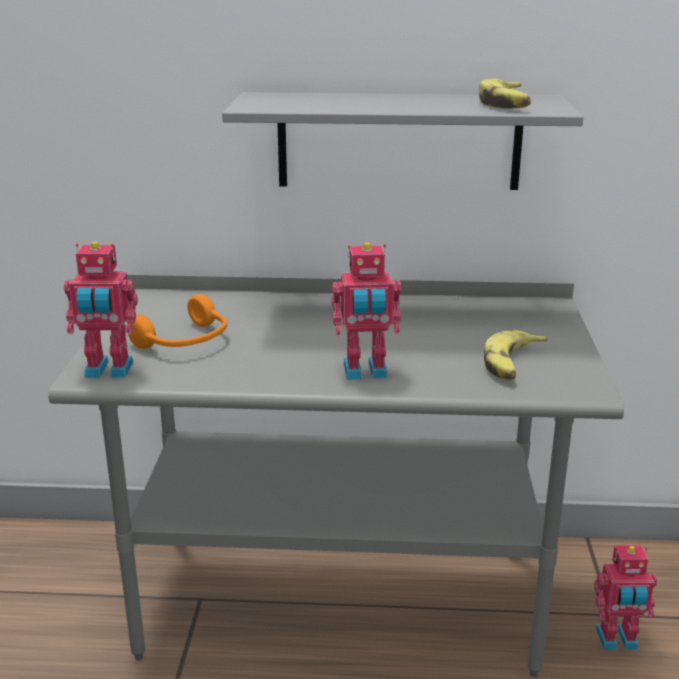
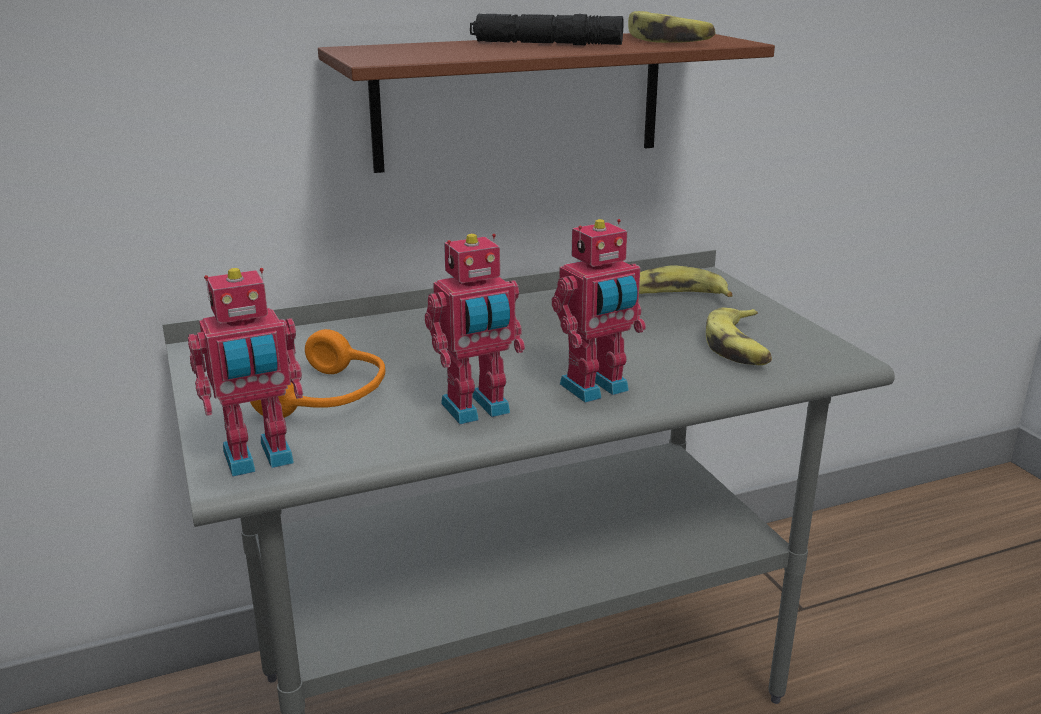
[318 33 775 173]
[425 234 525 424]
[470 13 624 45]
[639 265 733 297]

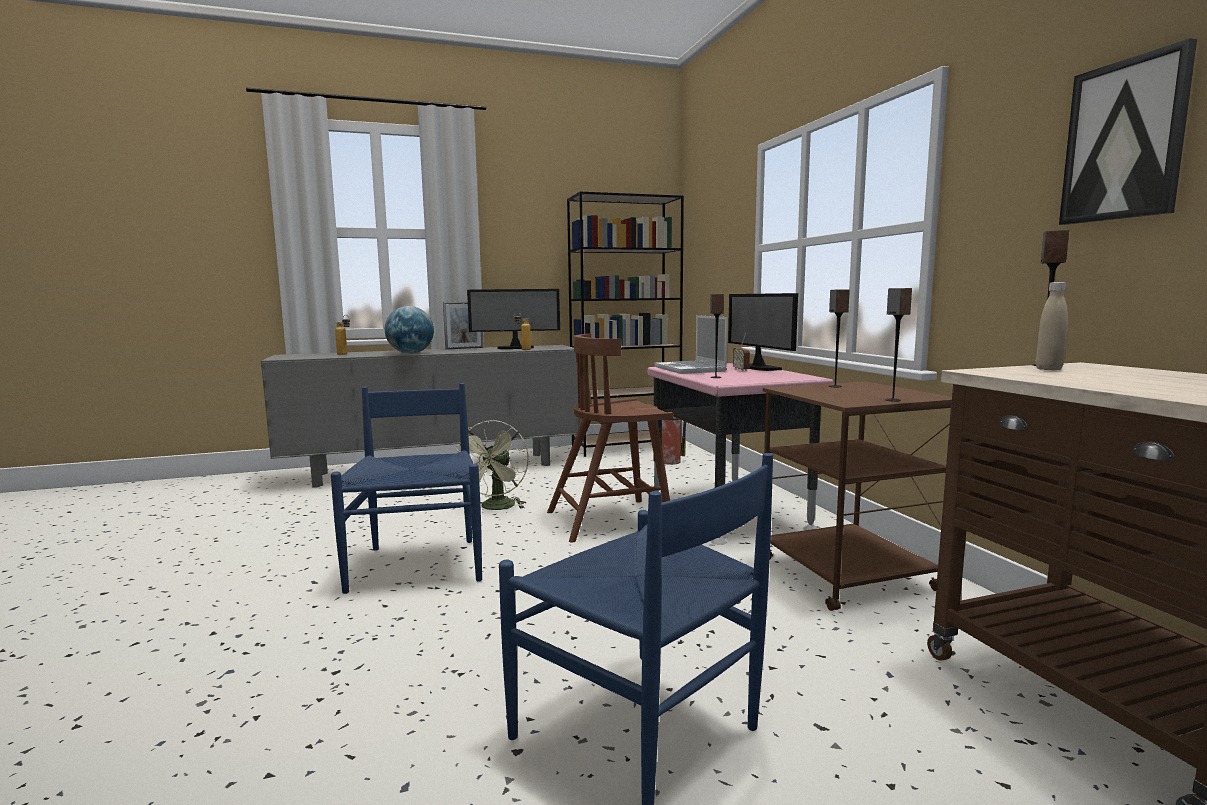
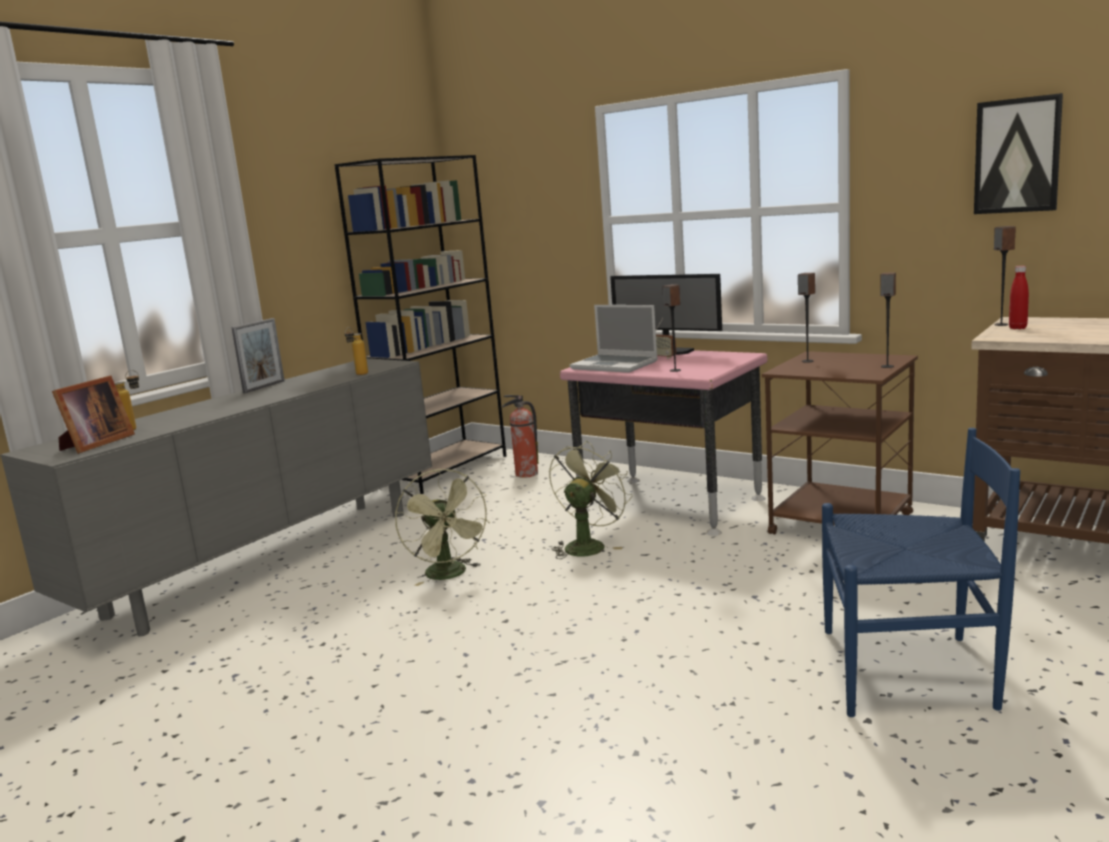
[331 383 482 594] (first image)
[385 306 434 354] (first image)
[467 289 560 349] (first image)
[549 441 633 559]
[1009 266 1029 329]
[52 375 135 454]

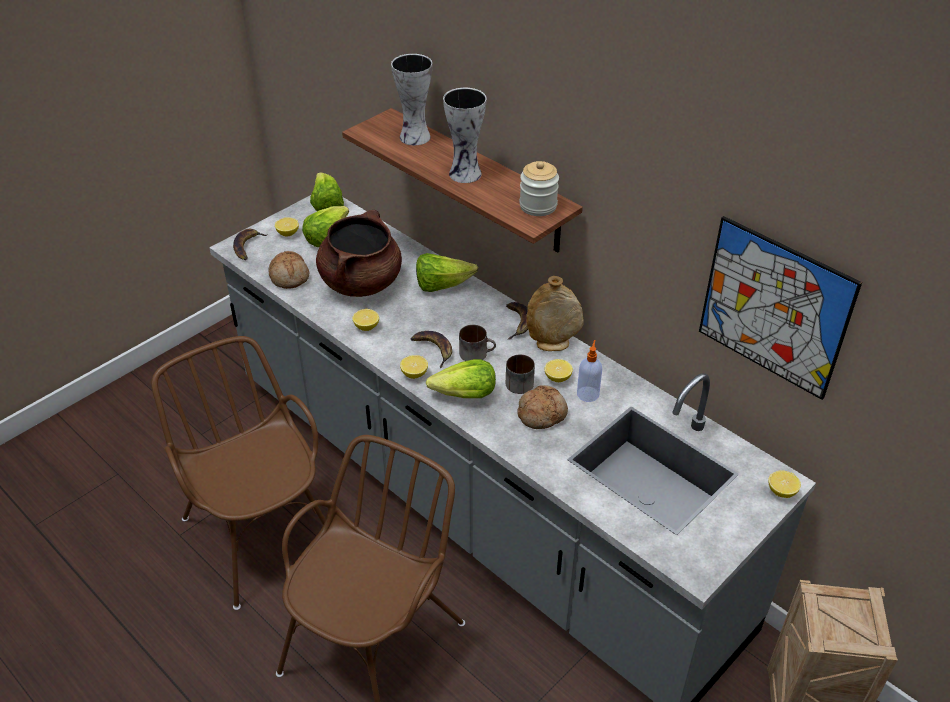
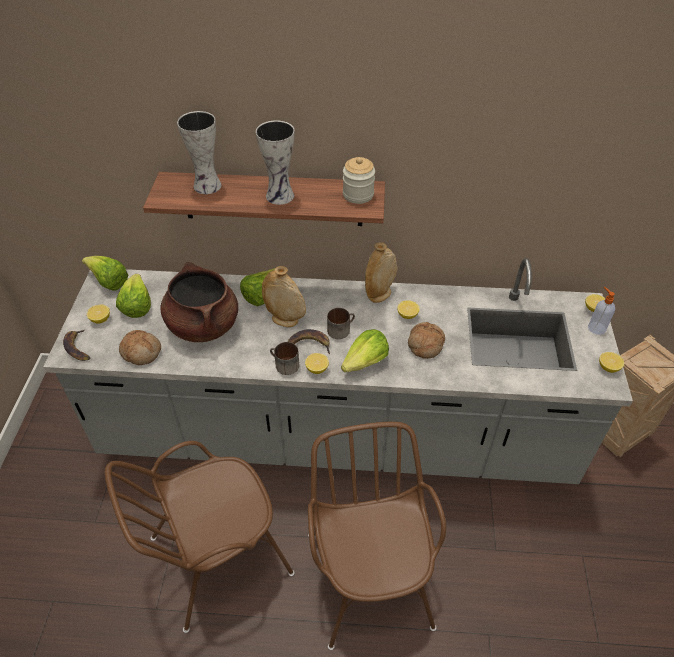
[105 441 295 633]
[599 352 624 373]
[506 302 528 340] (first image)
[270 342 299 375]
[588 287 615 335]
[699 216 862 400] (first image)
[262 266 306 327]

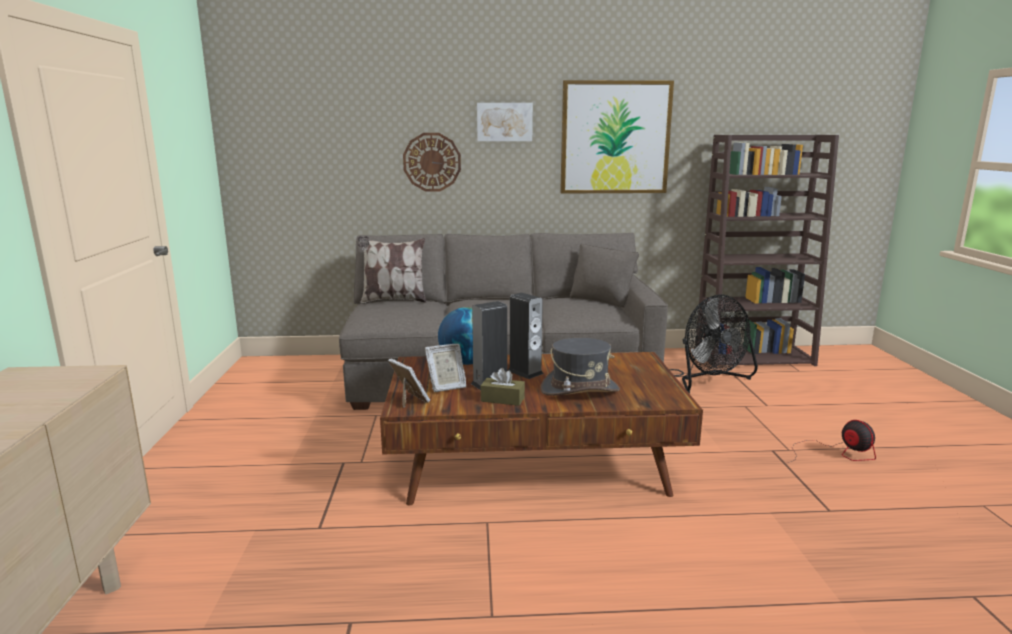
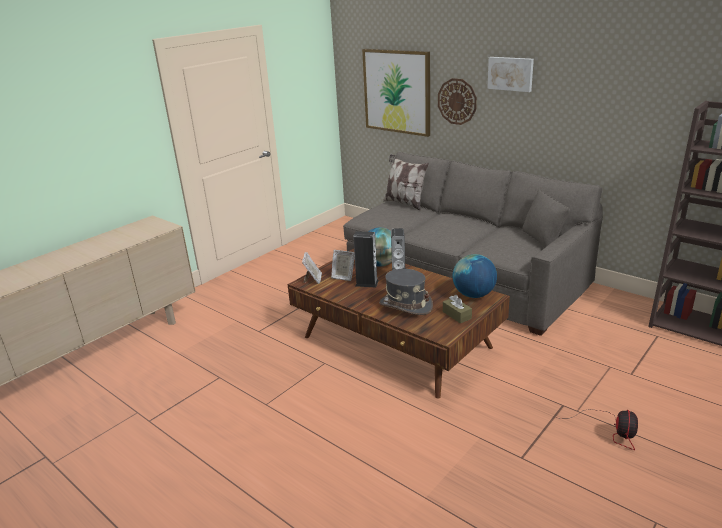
[443 295 472 323]
[362 49 430 137]
[669 294 758 394] (first image)
[452 254 497 298]

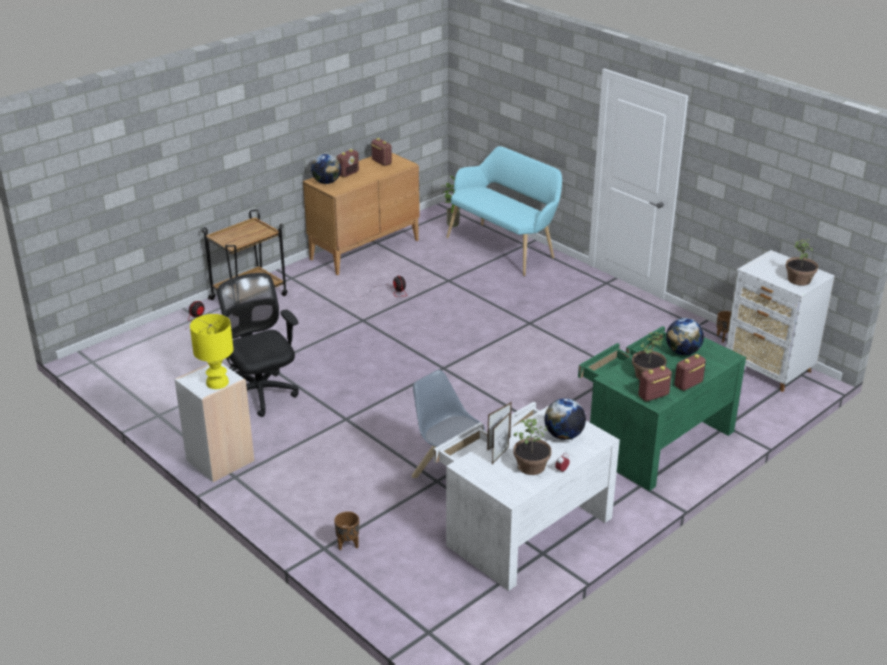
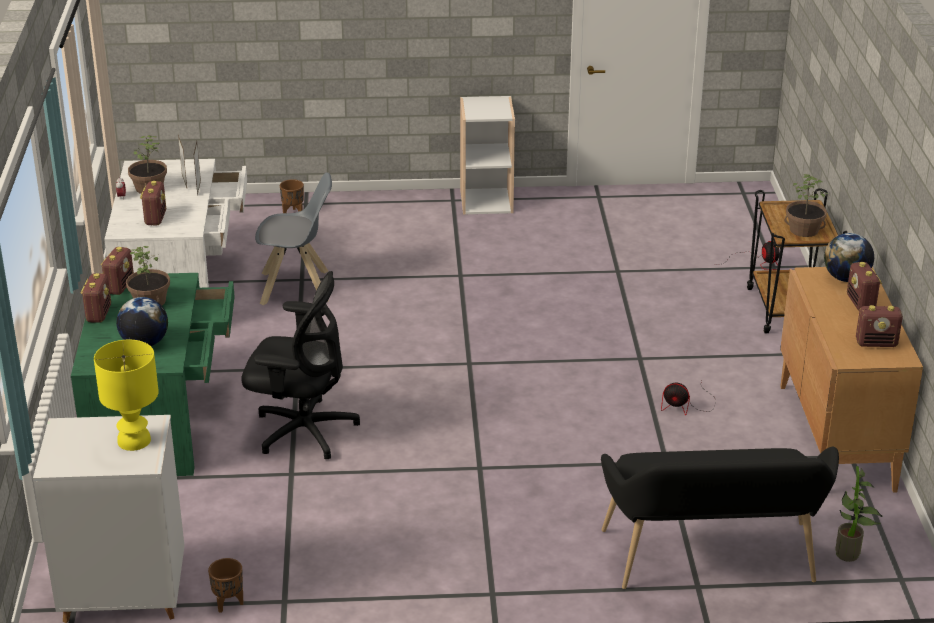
[94 340 159 451]
[241 271 360 459]
[601 447 839 589]
[140 181 166 225]
[785 174 828 237]

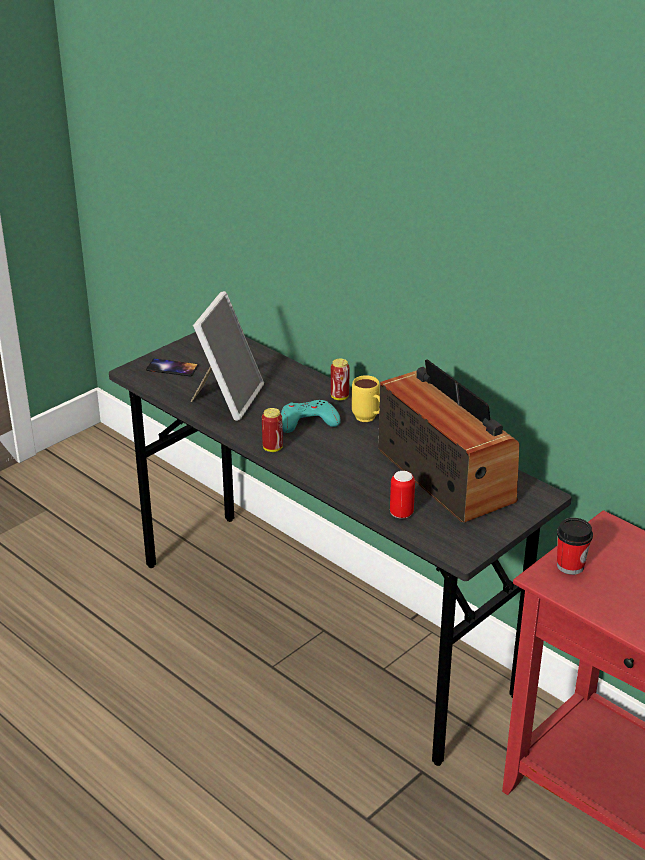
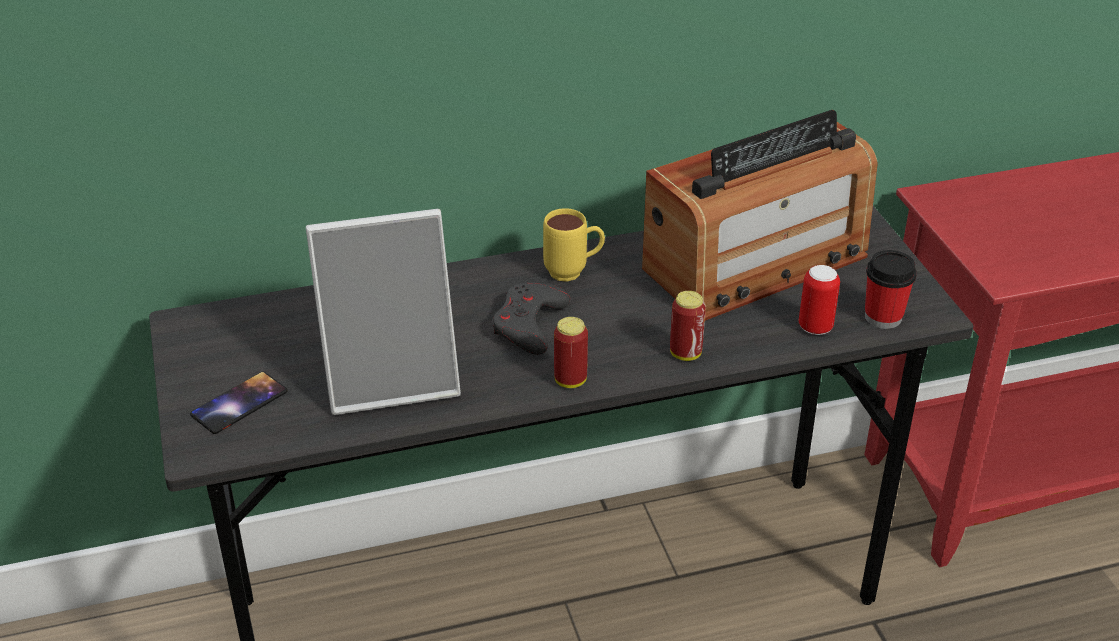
[306 209 461 415]
[492 283 570 355]
[670 291 706 361]
[642 110 878 320]
[865 250 917 329]

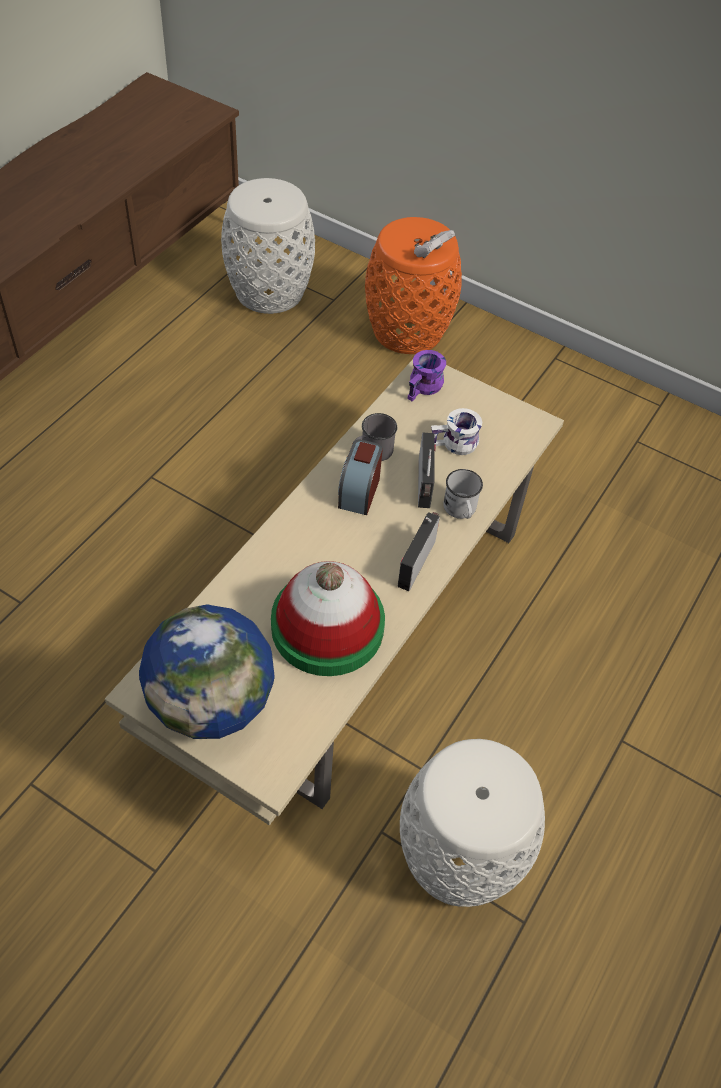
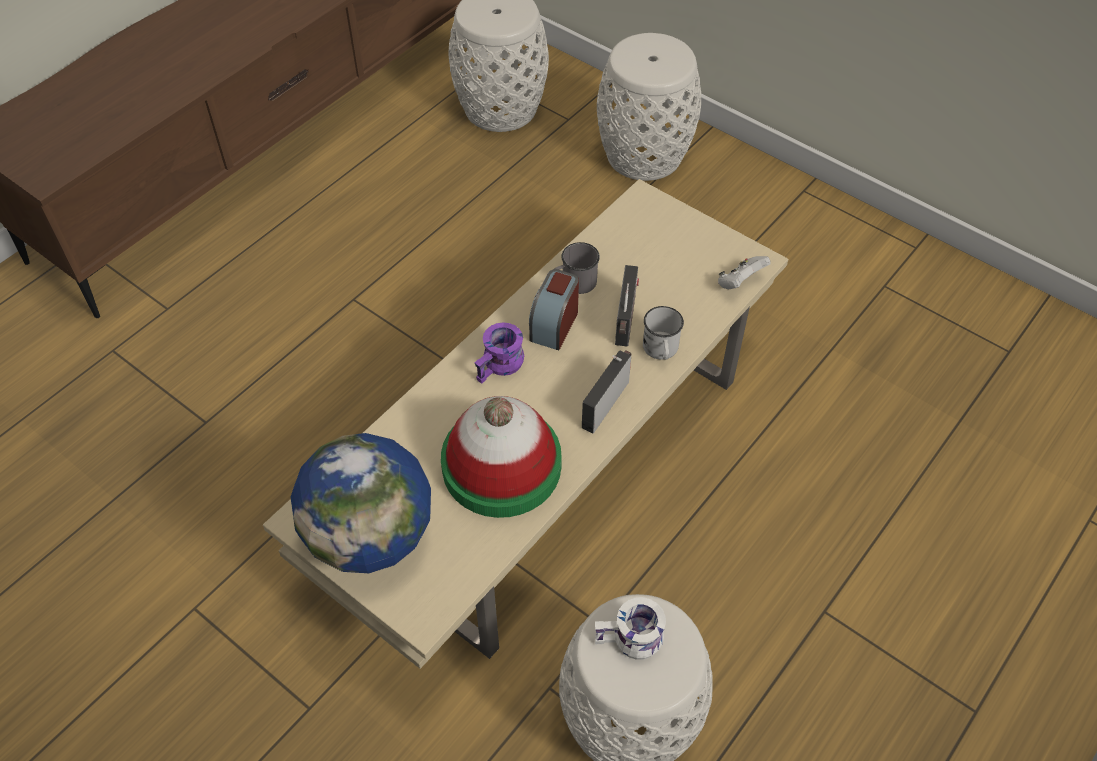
[597 33 701 181]
[475 322 524 384]
[718 256 771 289]
[595 597 666 660]

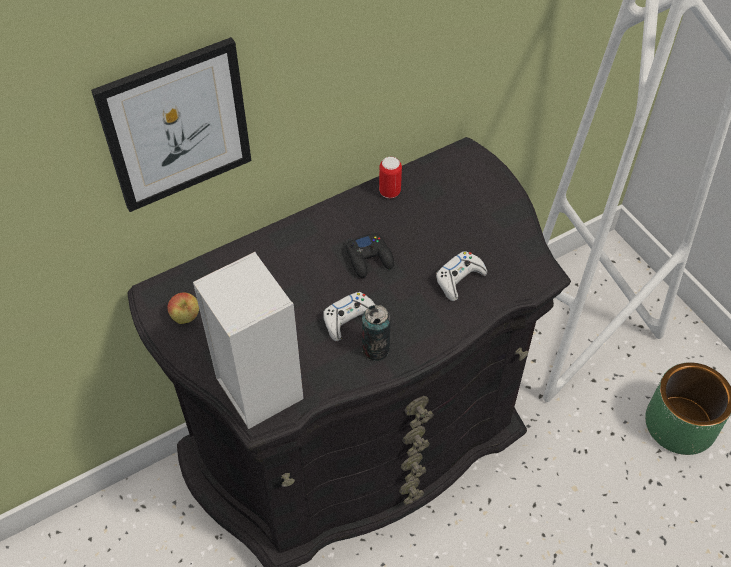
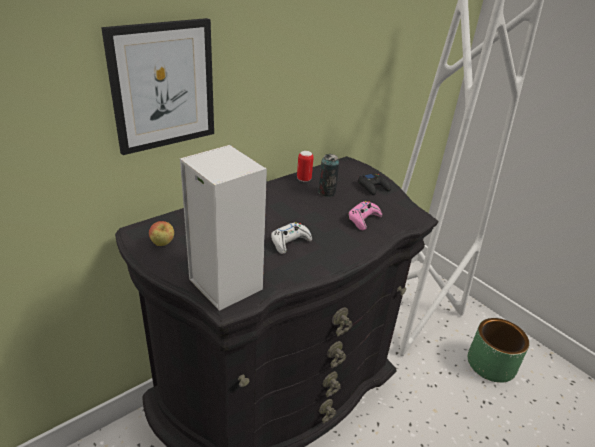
[358 173 391 195]
[318 154 339 197]
[347 201 382 230]

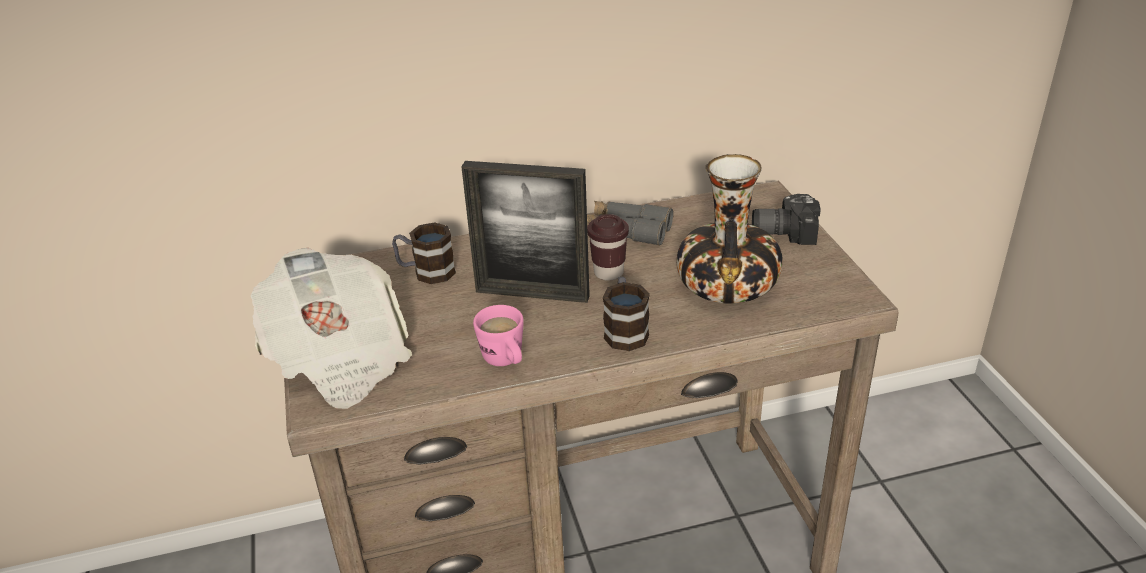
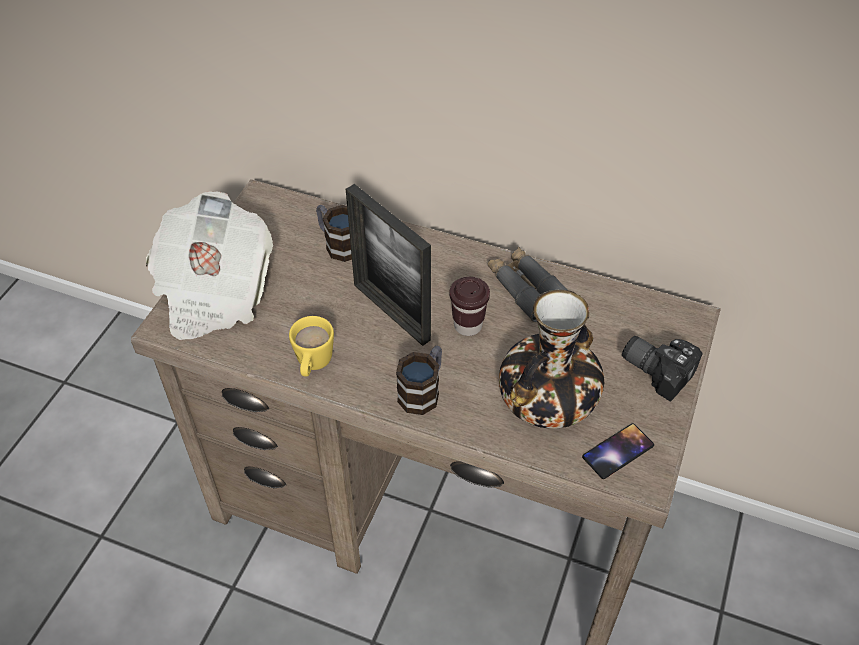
[289 316 334 377]
[582 423 654 479]

